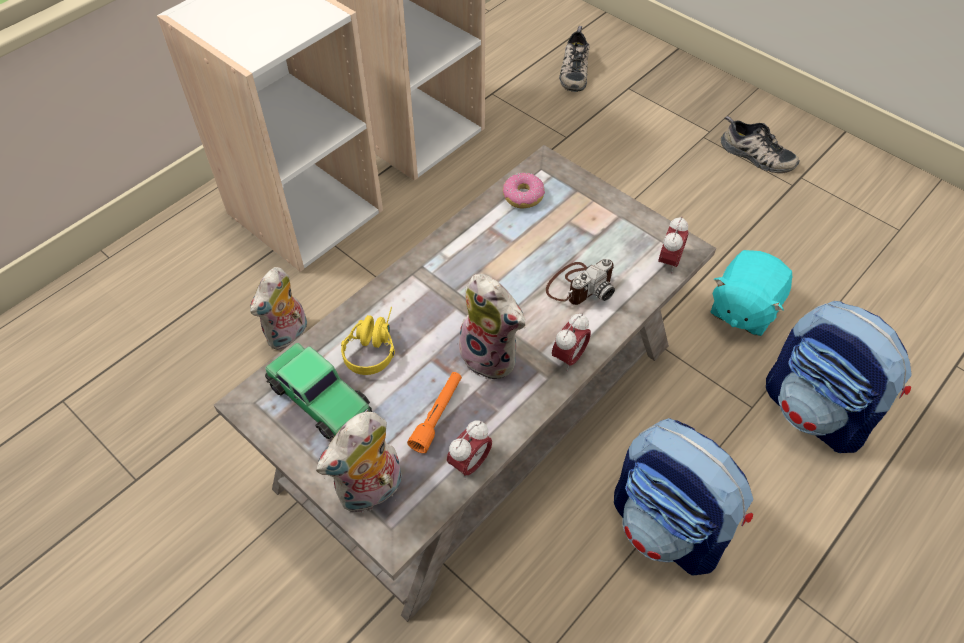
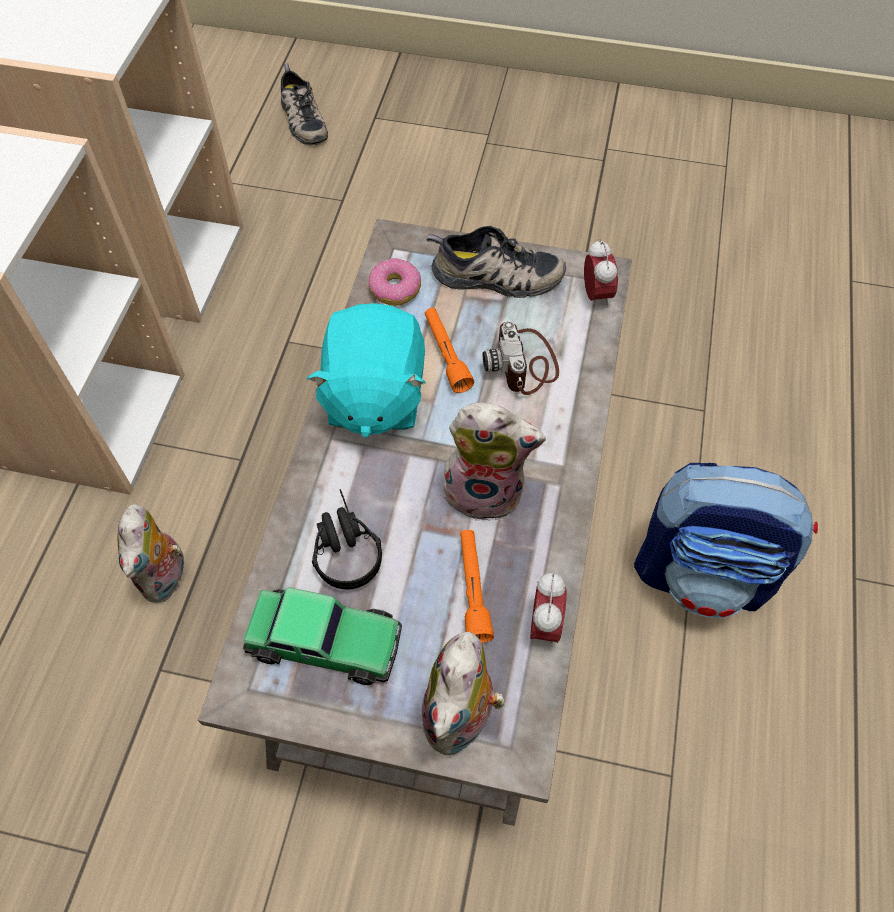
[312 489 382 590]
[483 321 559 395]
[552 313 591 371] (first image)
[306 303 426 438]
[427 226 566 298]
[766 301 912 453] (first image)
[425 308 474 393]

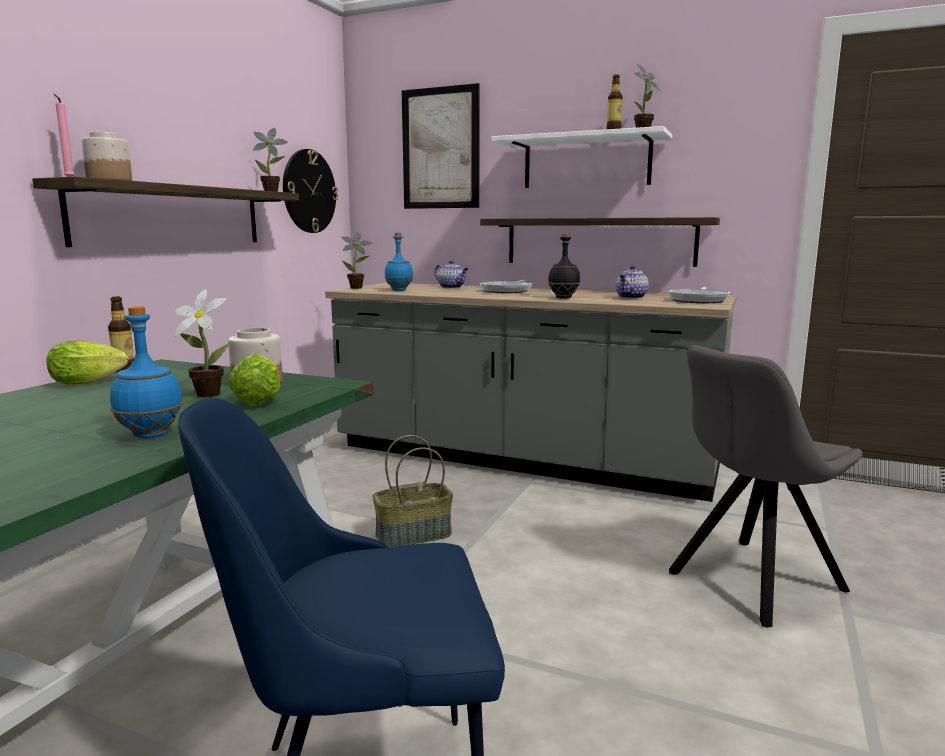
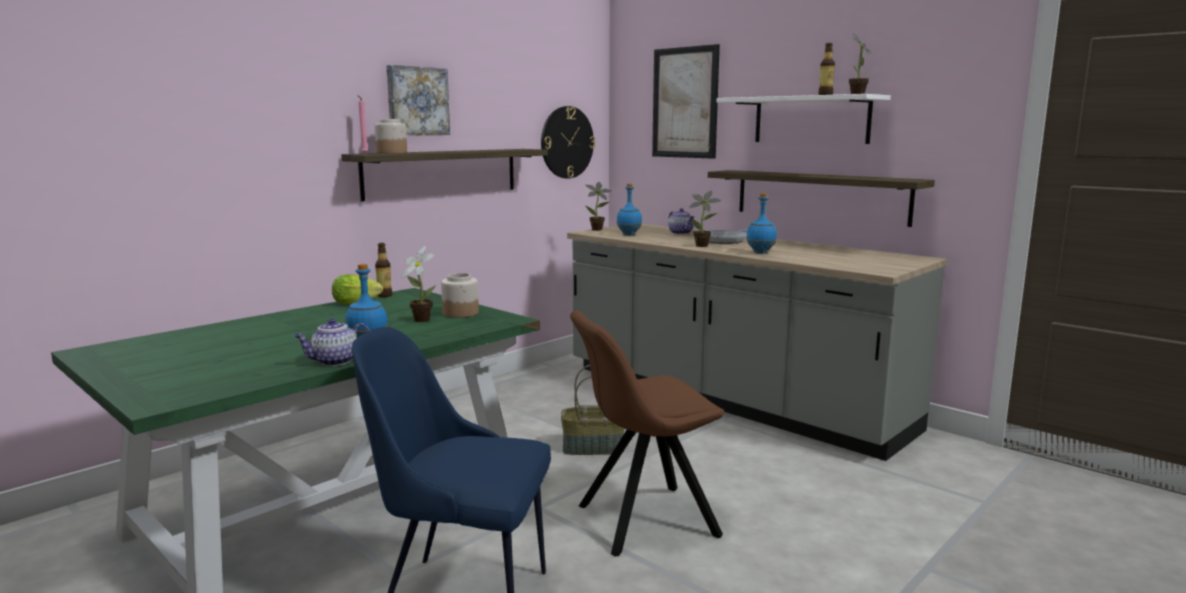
[228 354 281 406] (first image)
[689 191 721 247]
[746 193 777 254]
[294 319 370 366]
[669 287 729 304] (first image)
[669 345 863 627] (first image)
[386 65 450 136]
[570 310 725 556]

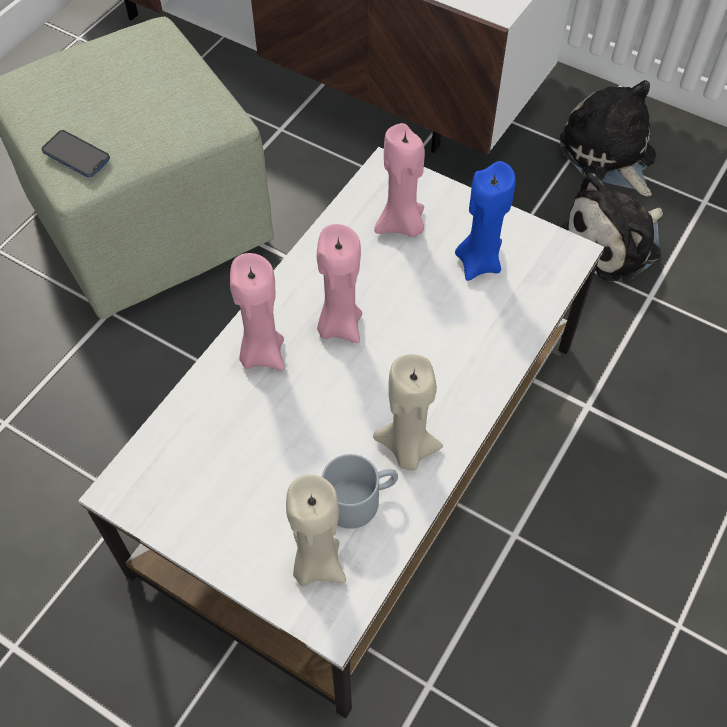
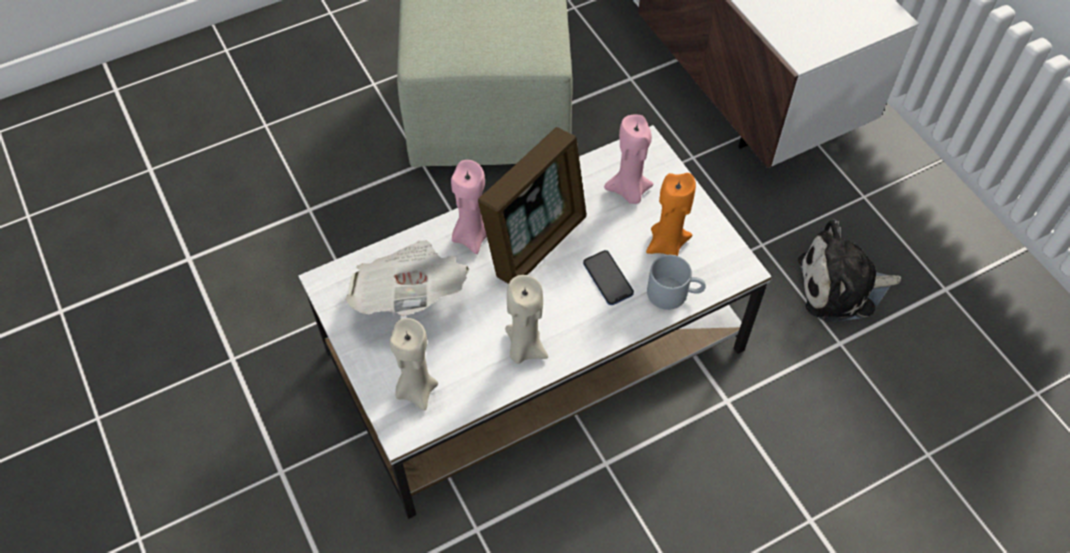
[583 250 634 305]
[478 127 587 284]
[647 255 706 310]
[646 173 696 256]
[560 80 656 196] (first image)
[346 241 470 316]

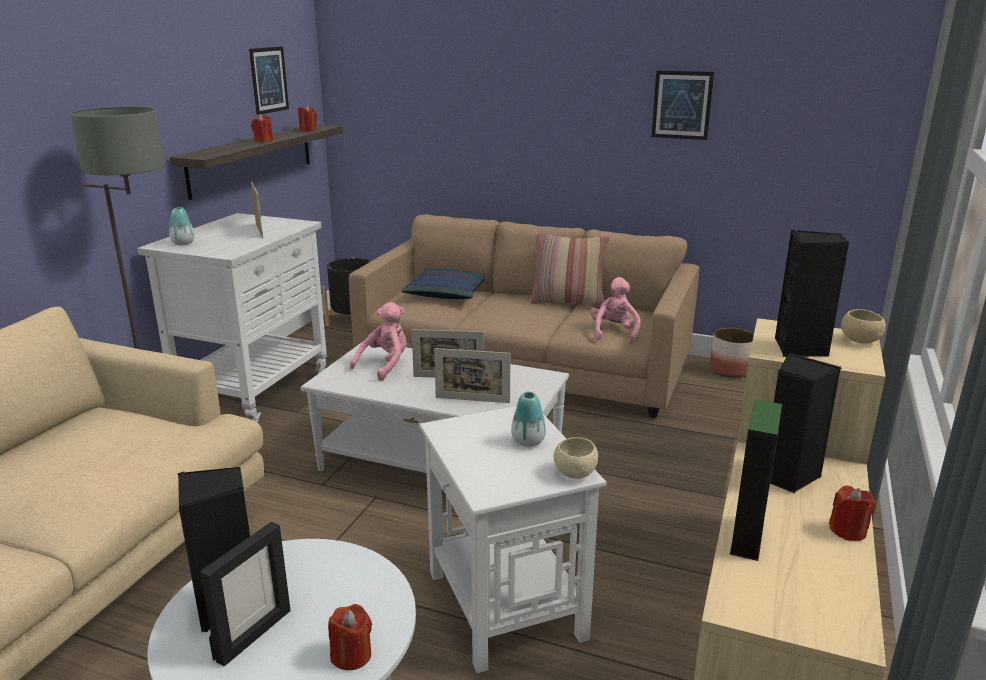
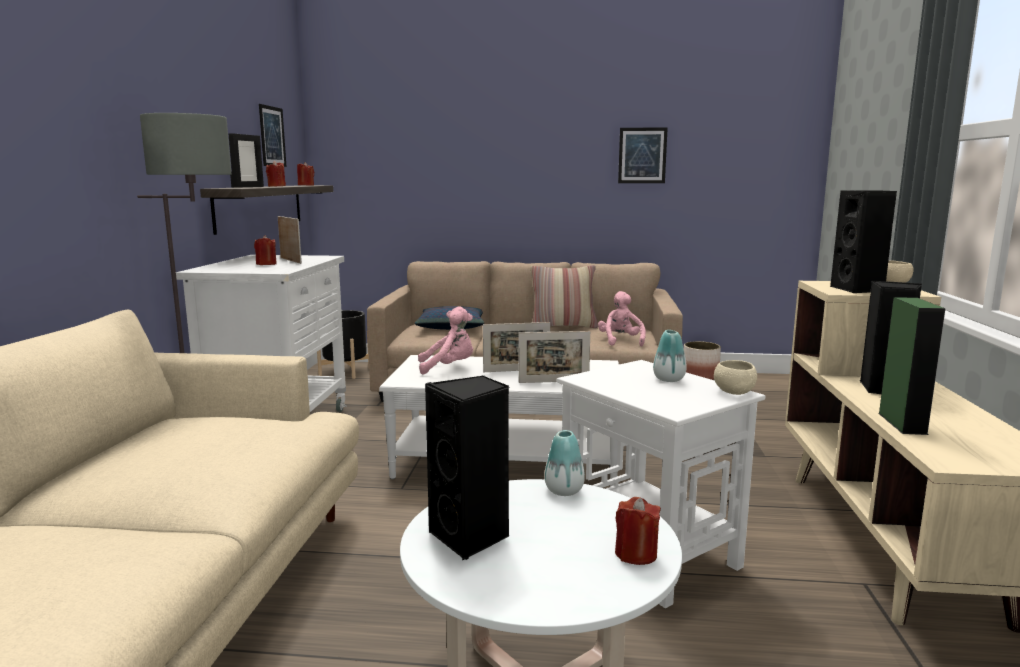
[544 430 585 496]
[229 133 264 187]
[418 306 473 375]
[254 235 277 265]

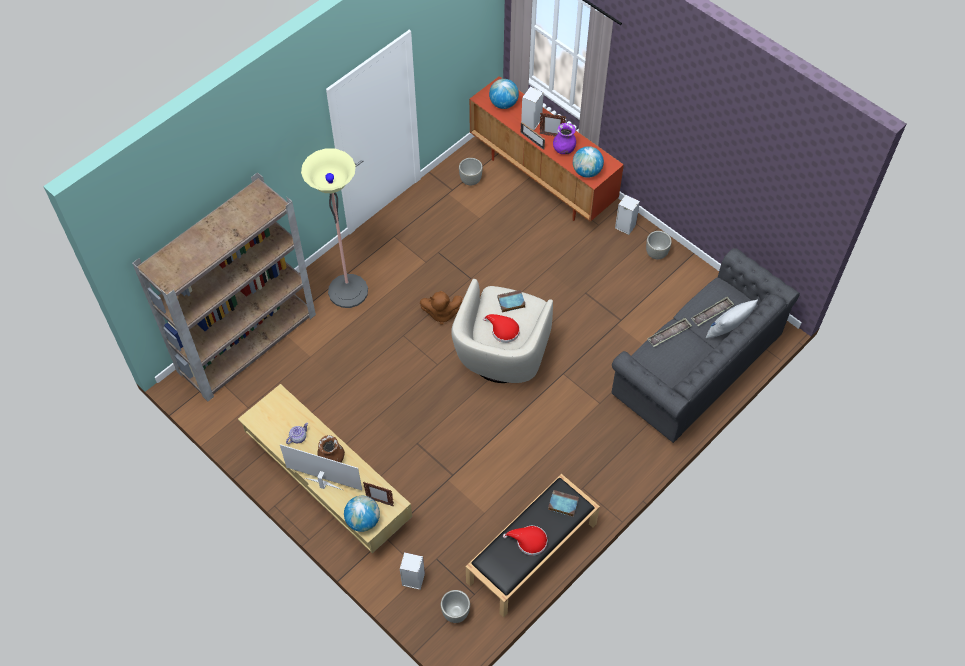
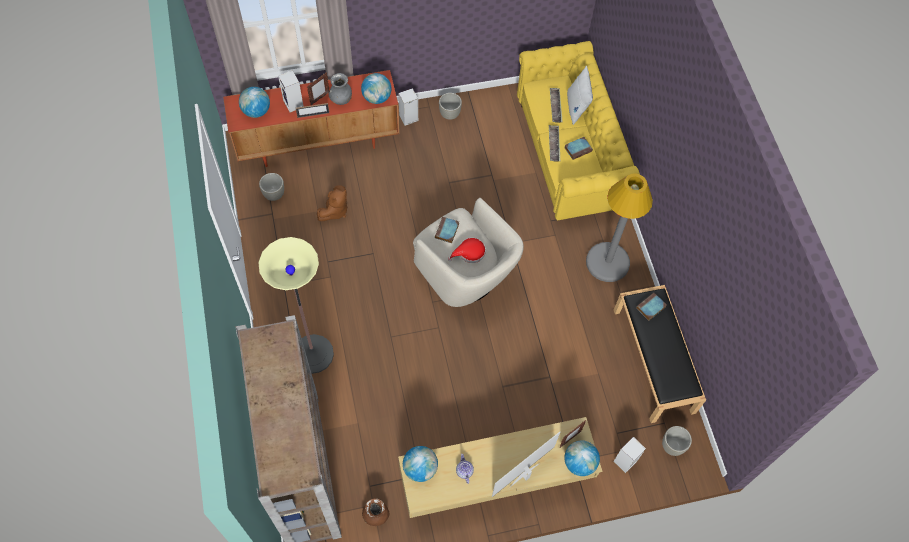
[362 498 389 526]
[317 185 347 221]
[503 526 547 556] (first image)
[329 73 352 105]
[517 41 640 220]
[403 446 438 482]
[564 137 593 160]
[586 173 653 282]

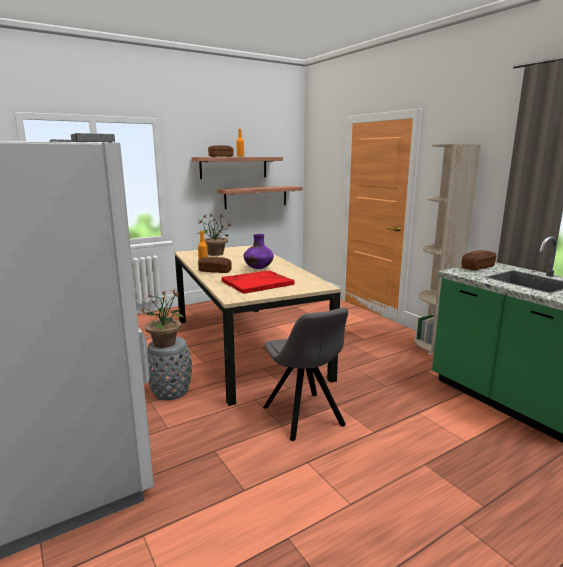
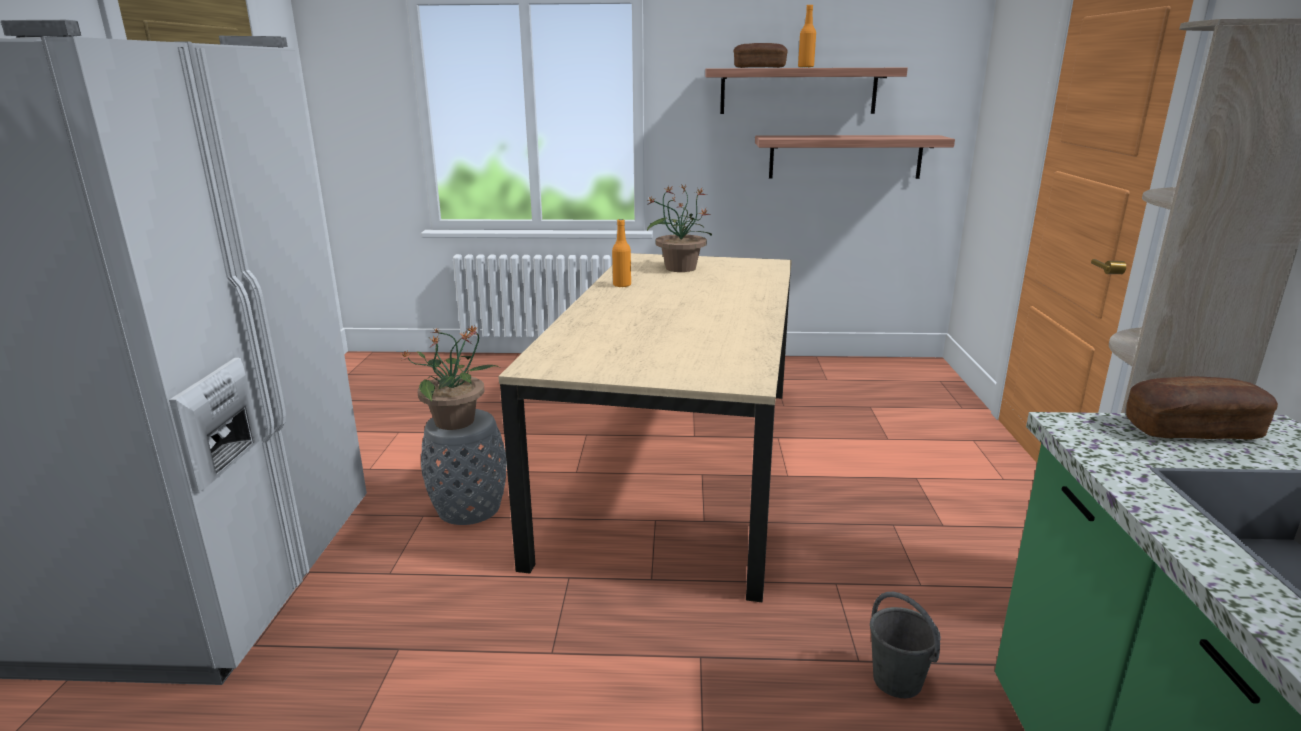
[198 257 232 273] (first image)
[222 270 295 294] (first image)
[244 234 274 269] (first image)
[263 308 348 441] (first image)
[870 592 941 698]

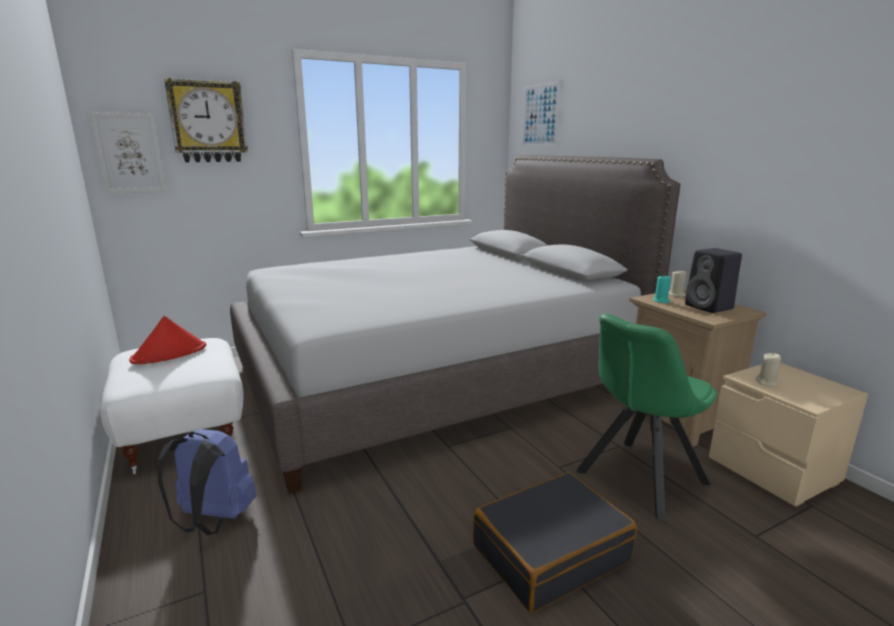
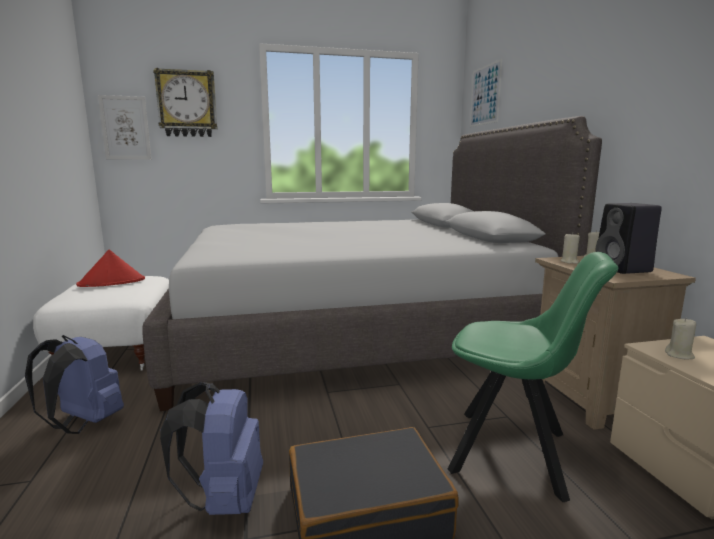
[448 252 619 502]
[560 232 580 264]
[160 382 263 515]

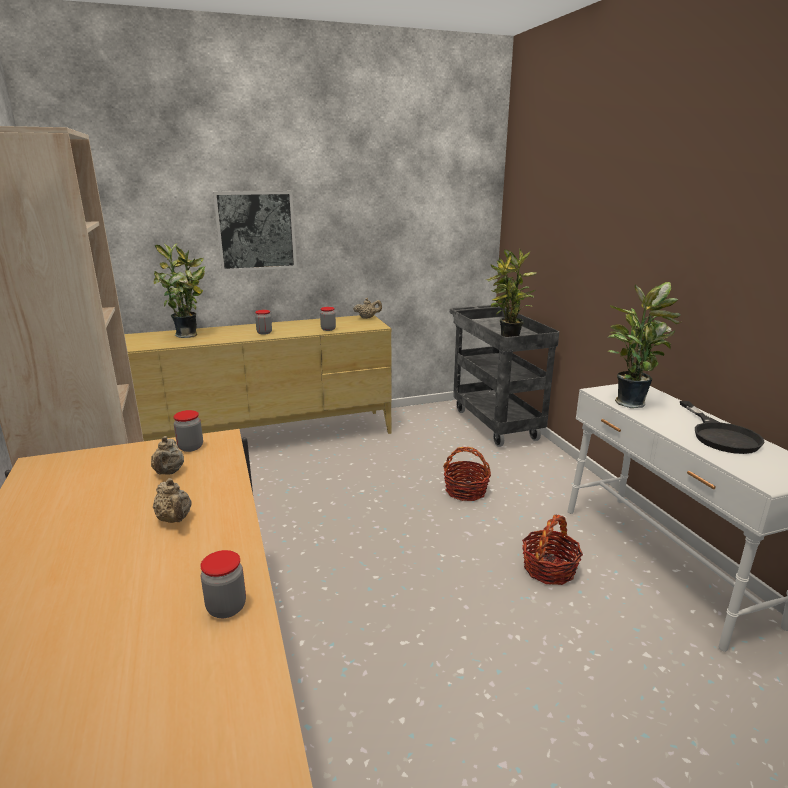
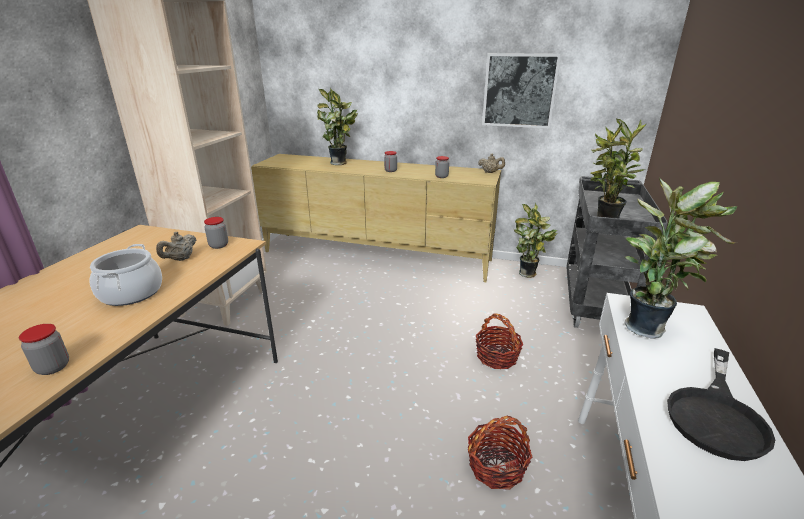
[90 244 162 306]
[482 53 561 128]
[513 203 557 278]

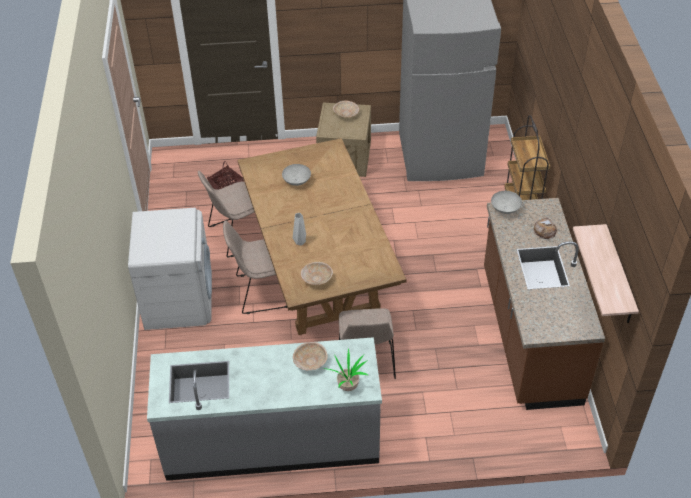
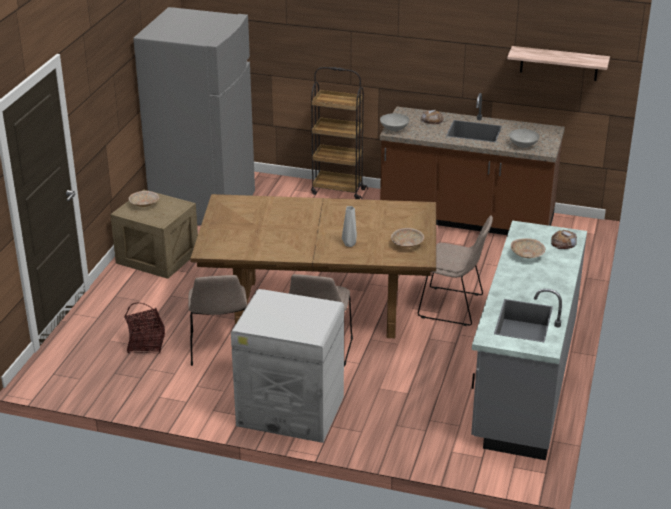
[509 129 540 148]
[551 230 577 249]

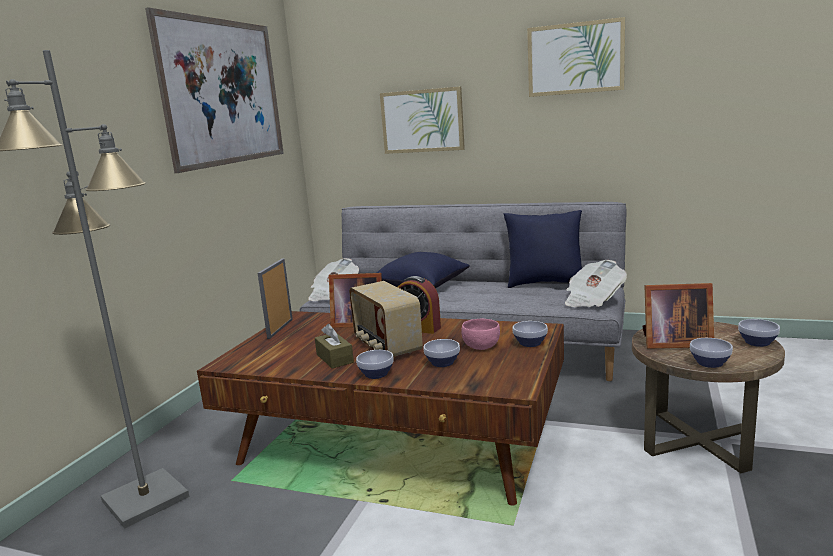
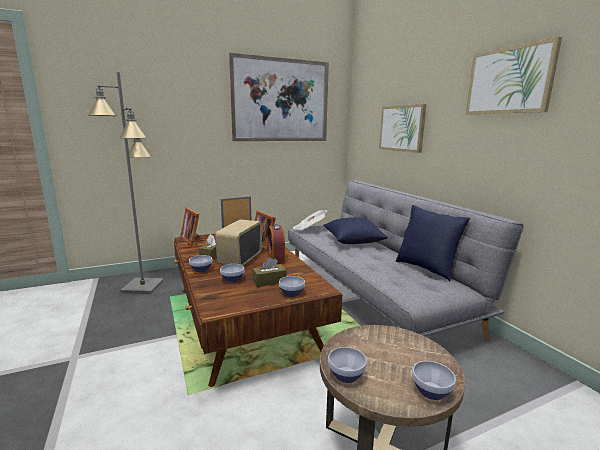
[252 257 287 287]
[565 260 627 307] (first image)
[180 208 200 246]

